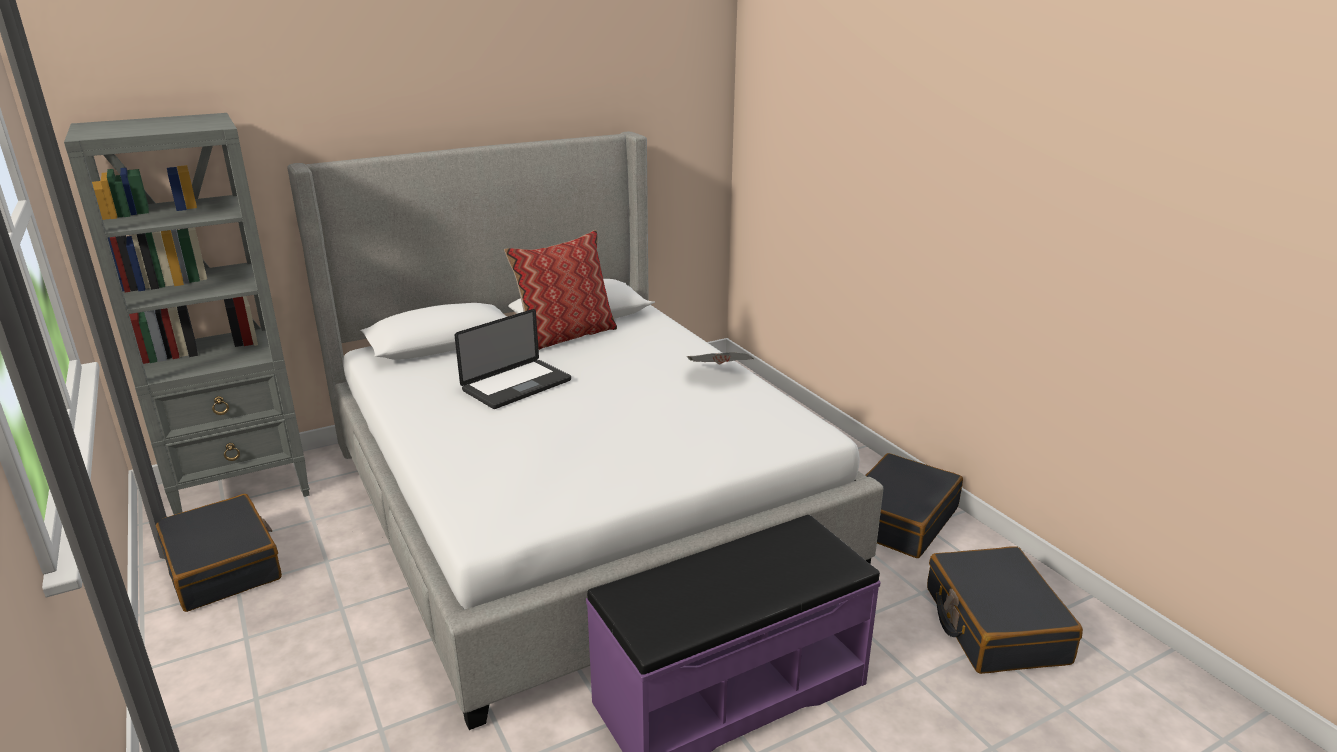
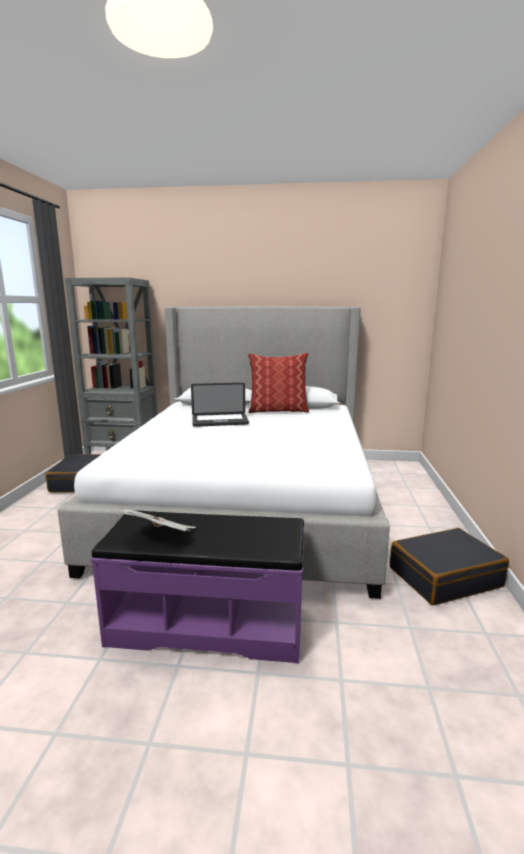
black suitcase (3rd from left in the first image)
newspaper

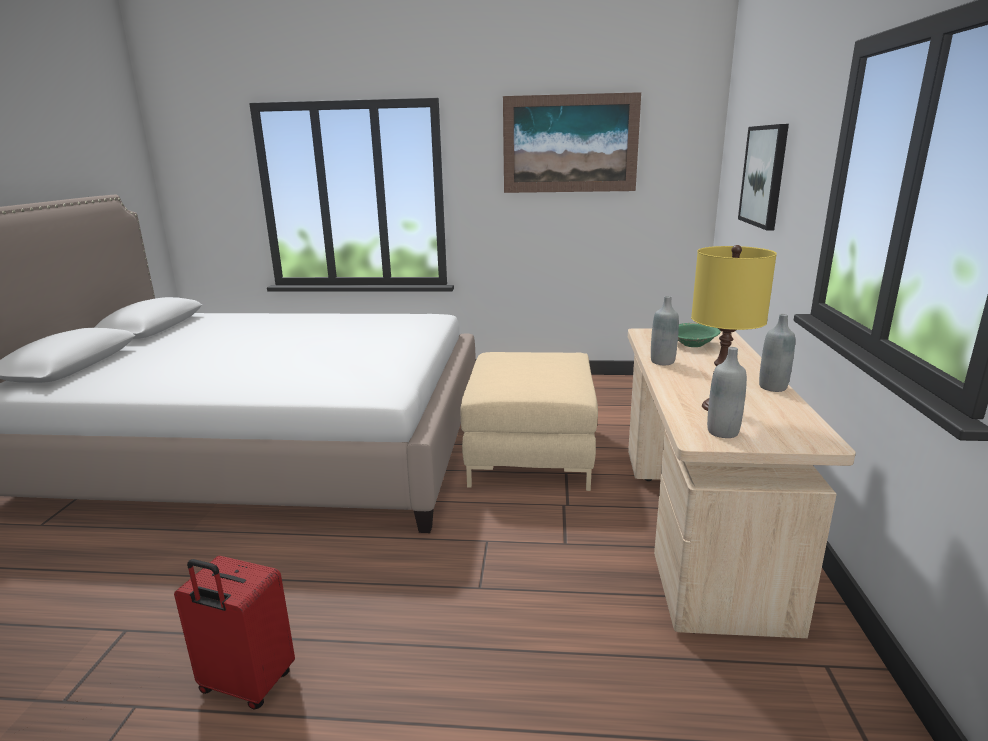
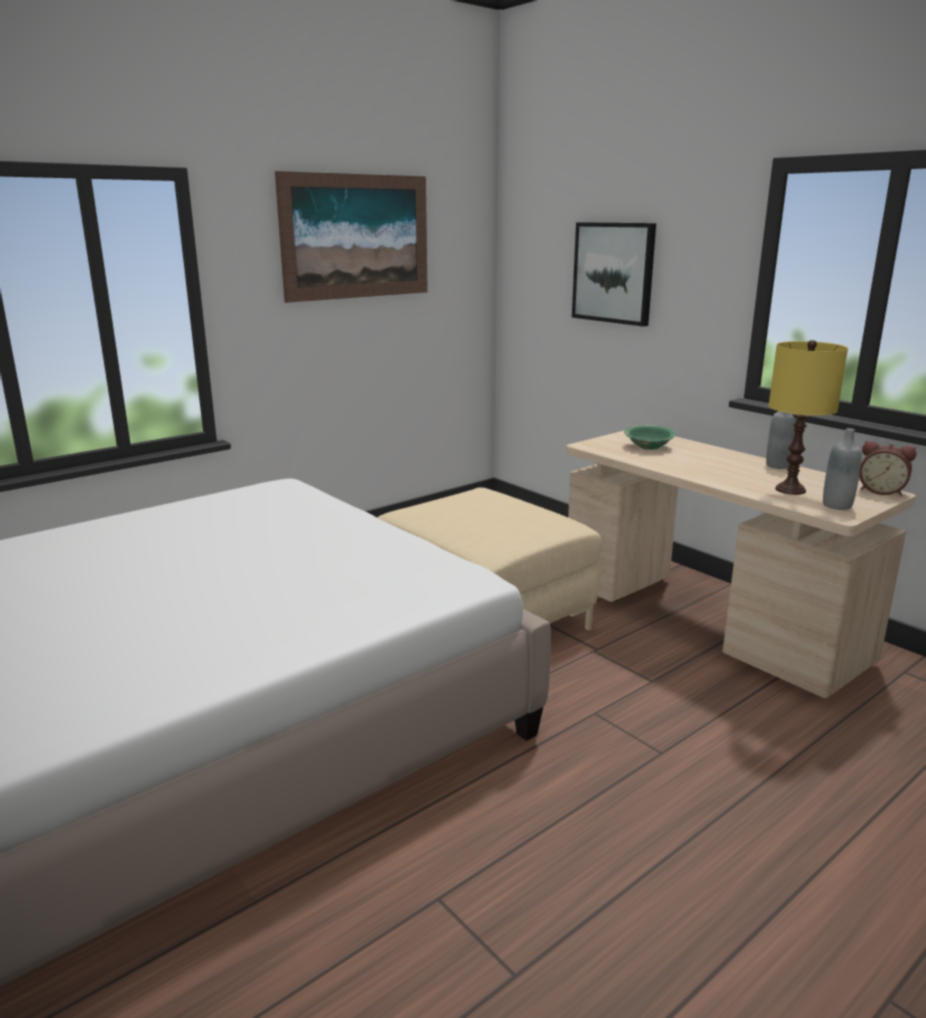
red suitcase
grey bottle (1st from left in the first image)
alarm clock

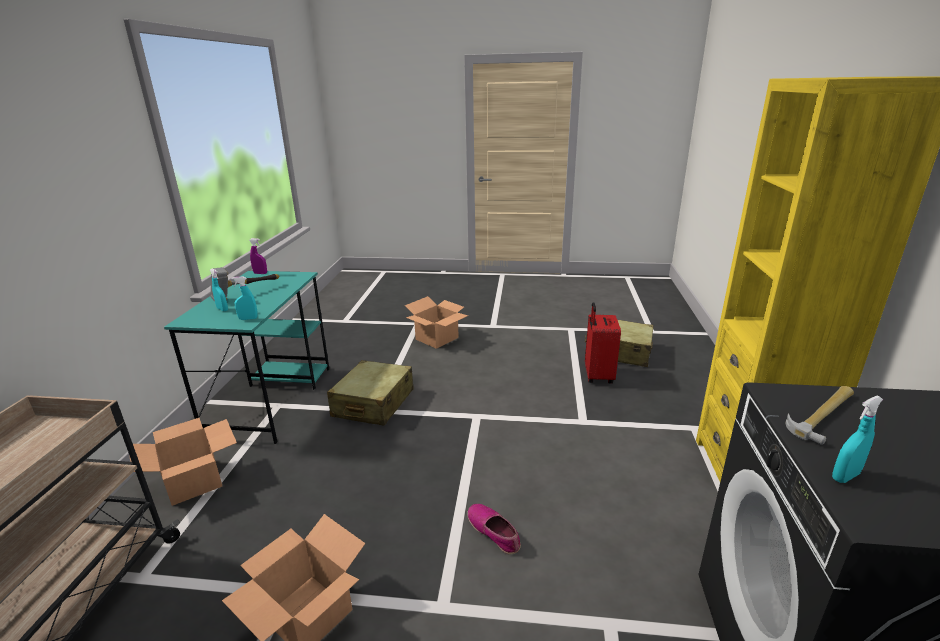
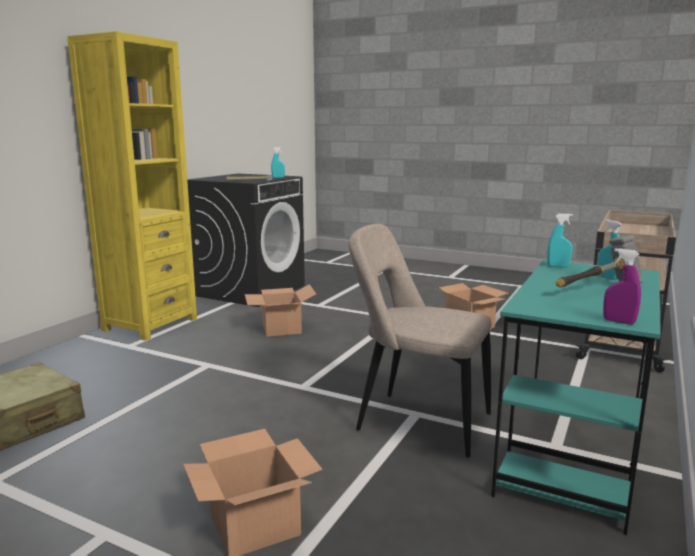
shoe
red suitcase
cardboard box (2nd from left)
beige chair

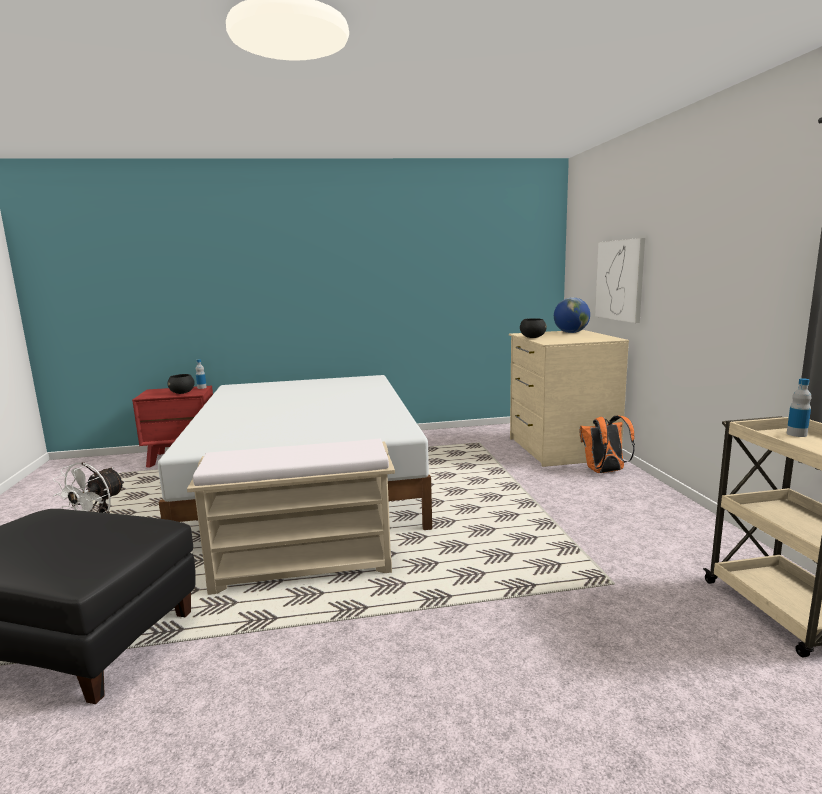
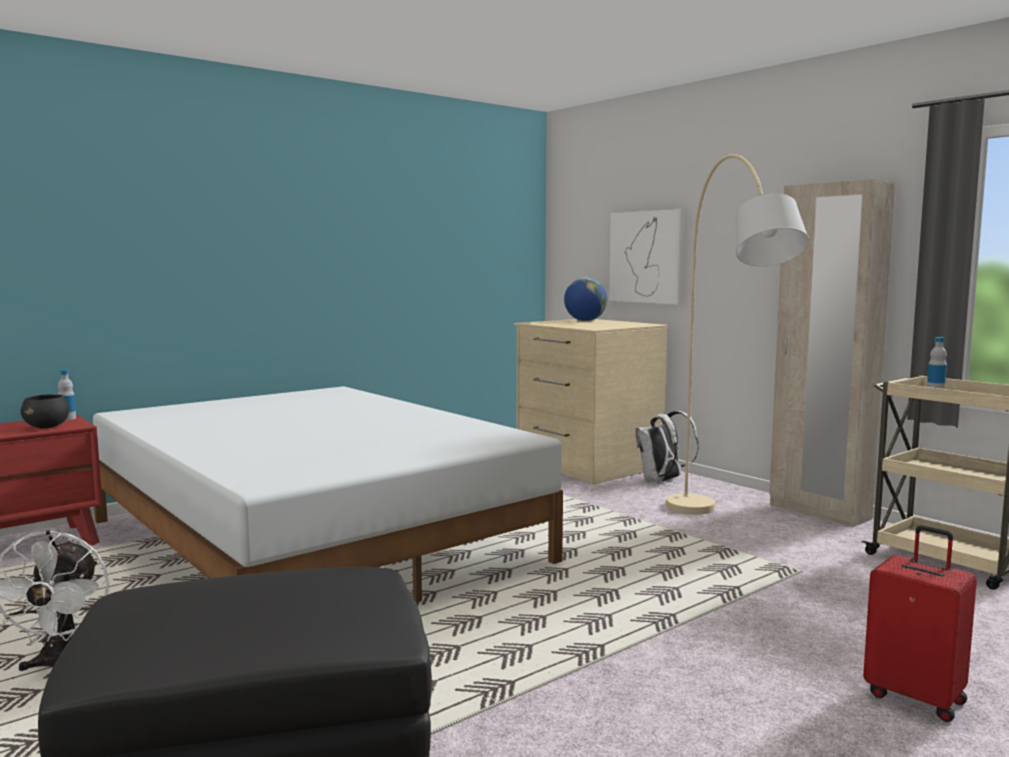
beige bench
black bowl (2nd from left in the first image)
beige floor lamp
beige wardrobe
red suitcase
white backpack

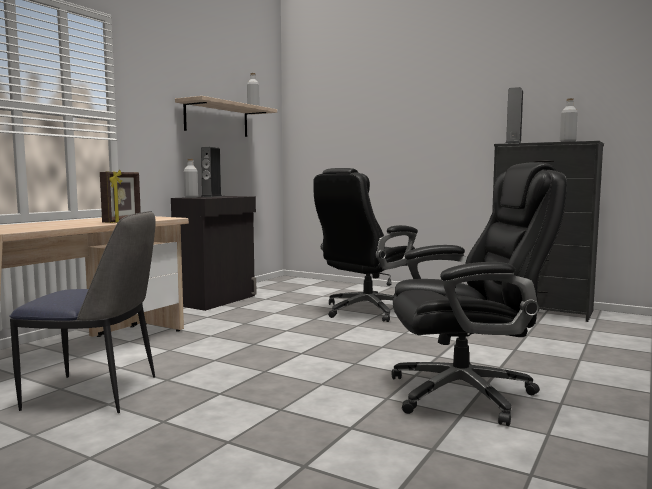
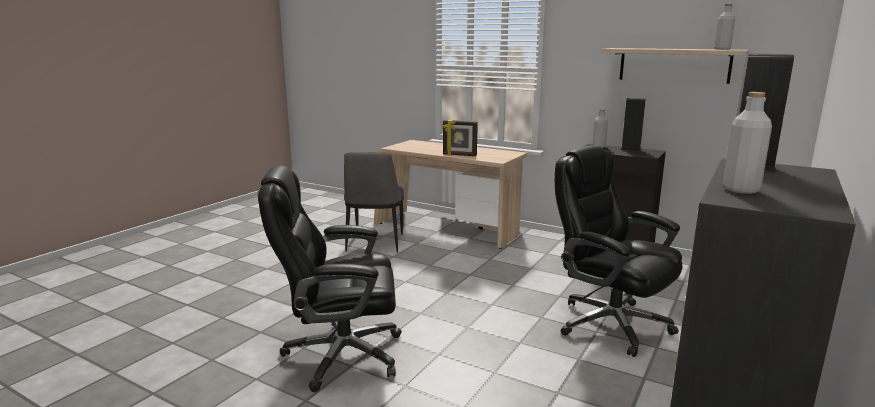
black office chair (1st from left)

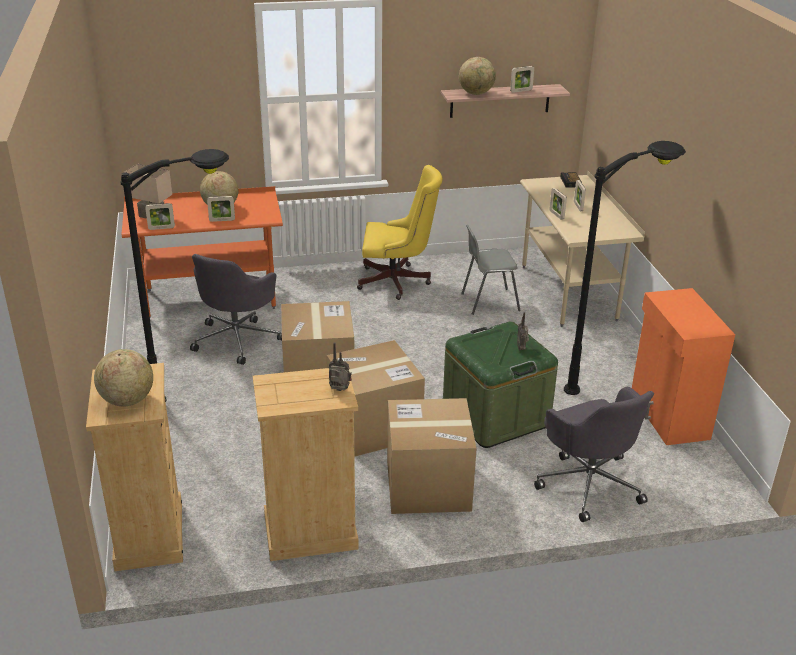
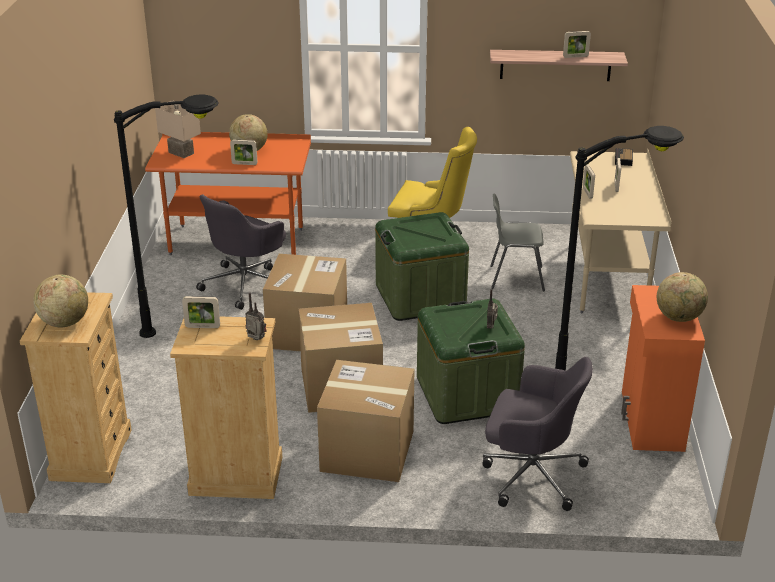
green storage box (1st from left)
picture frame (1st from left)
globe (3rd from left)
grey office chair (2nd from left)

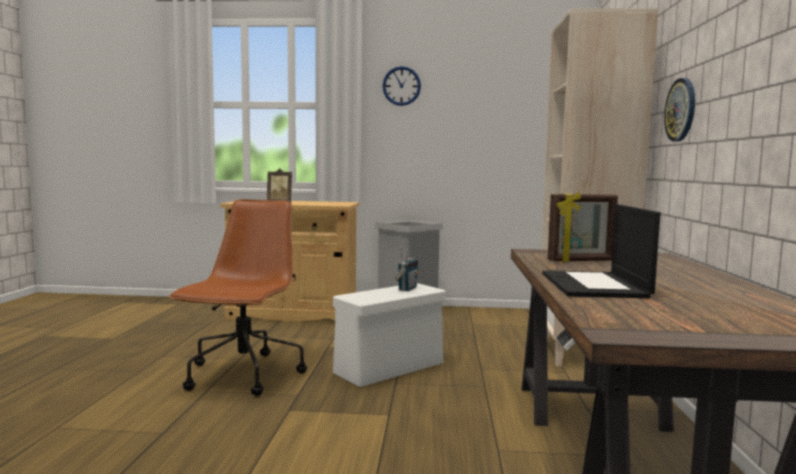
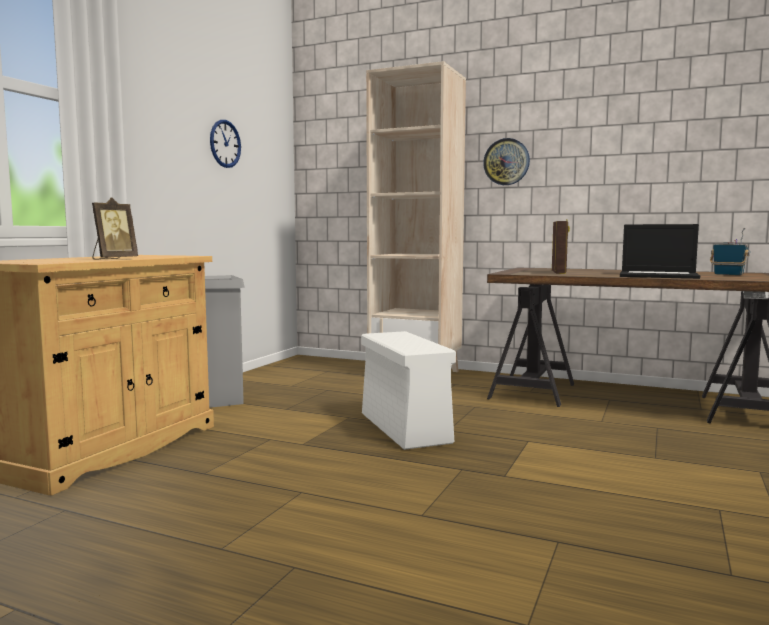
brown office chair
wall clock (1st from left)
radio

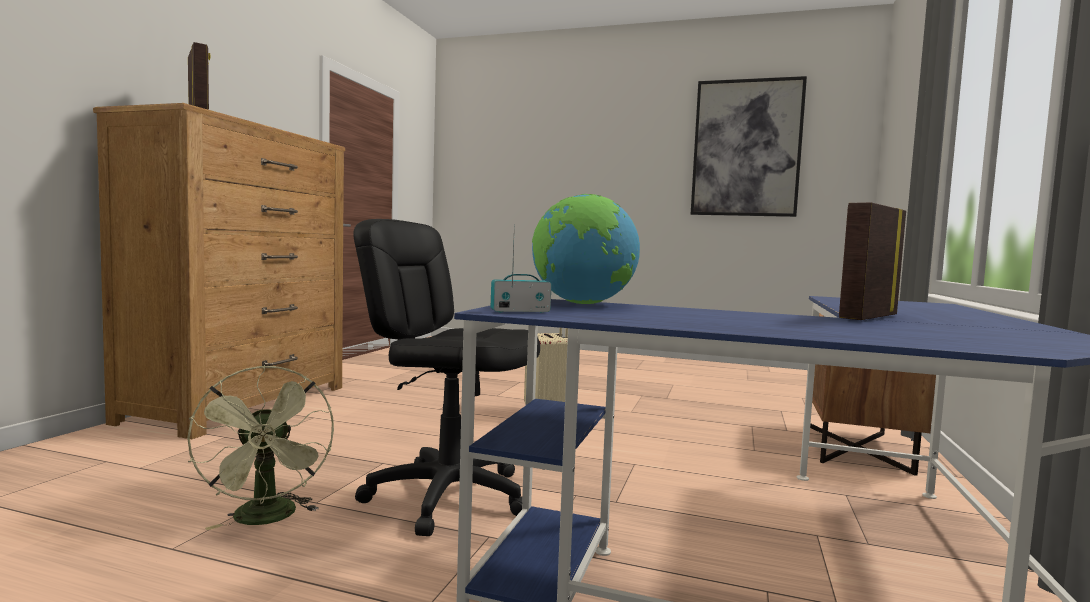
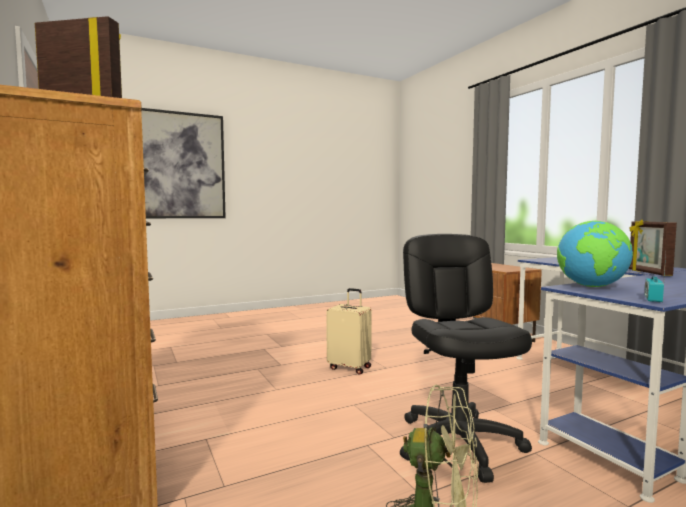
picture
black office chair

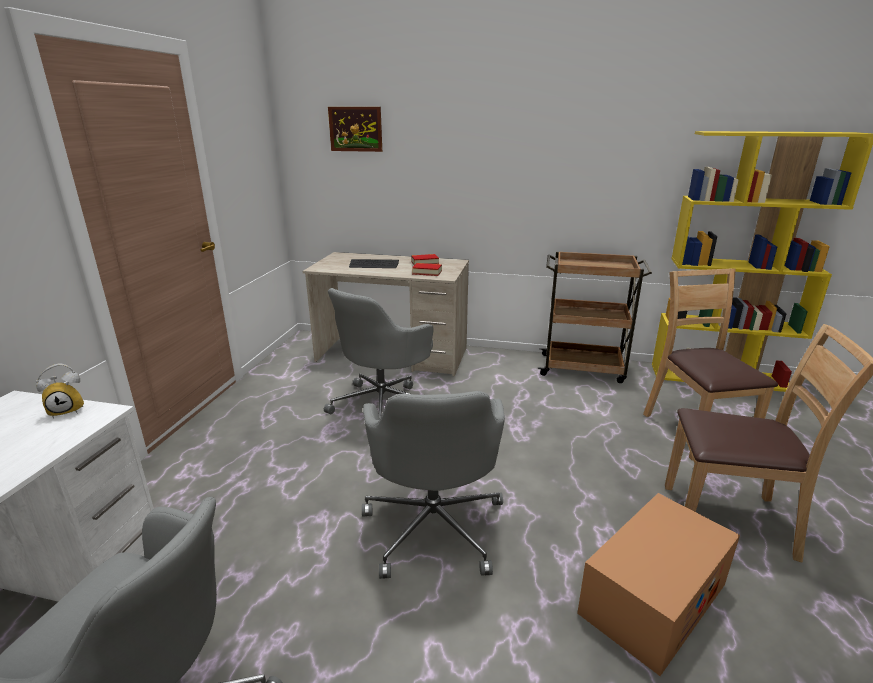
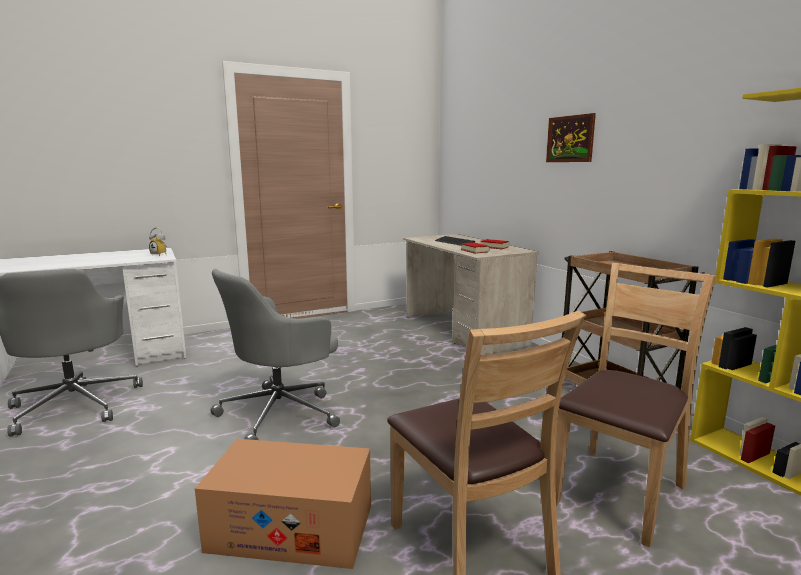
grey office chair (2nd from left in the first image)
picture

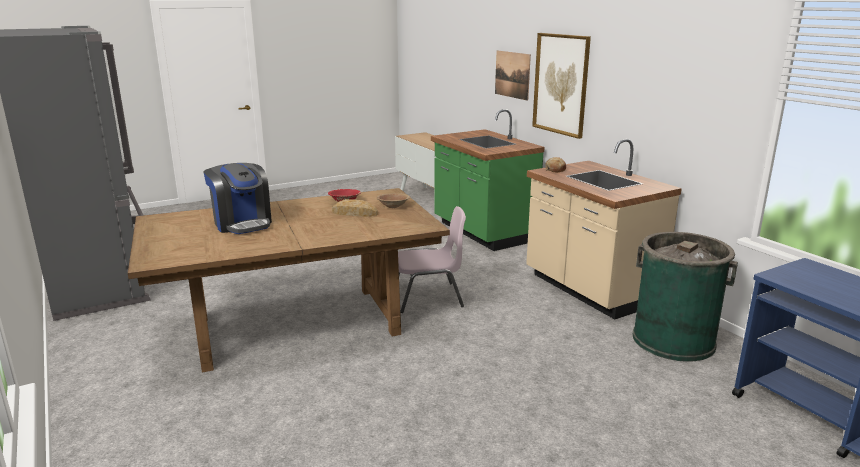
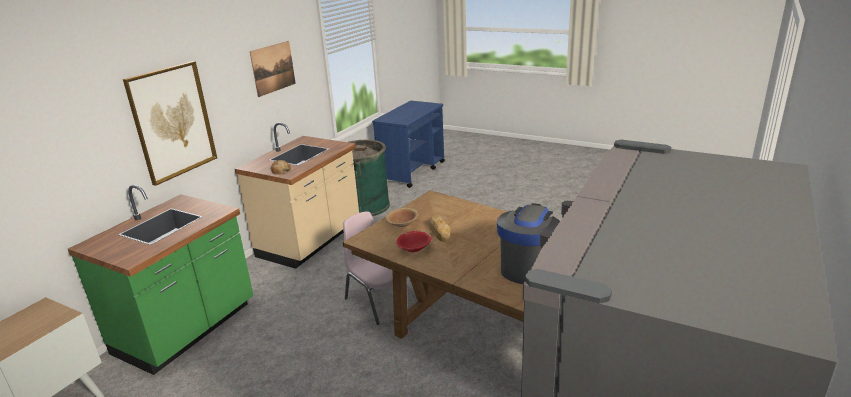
picture (2nd from left)

